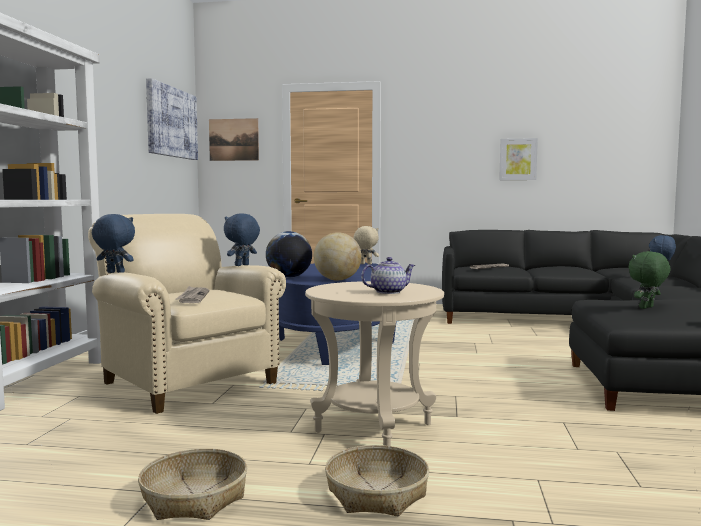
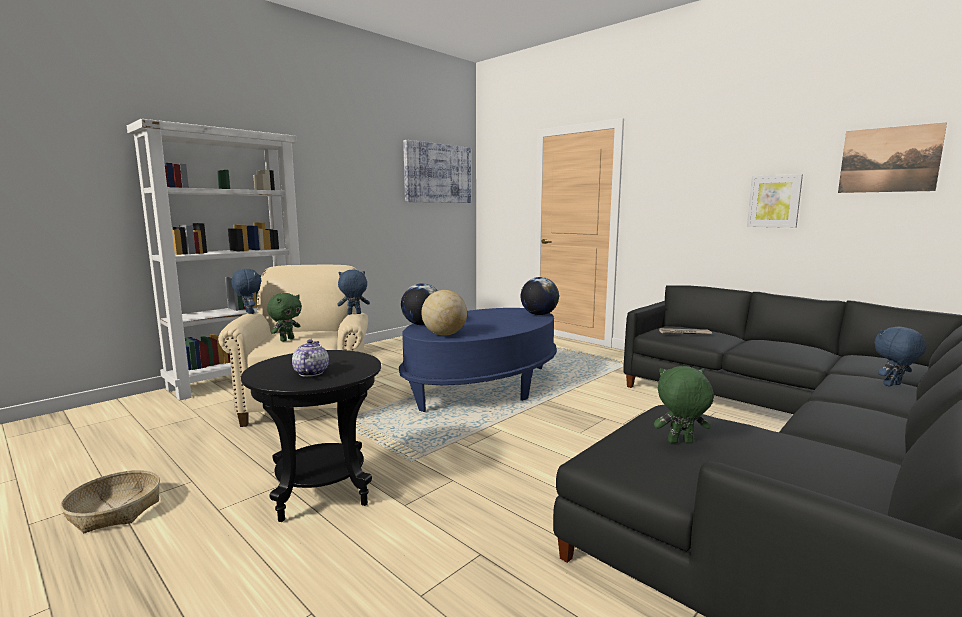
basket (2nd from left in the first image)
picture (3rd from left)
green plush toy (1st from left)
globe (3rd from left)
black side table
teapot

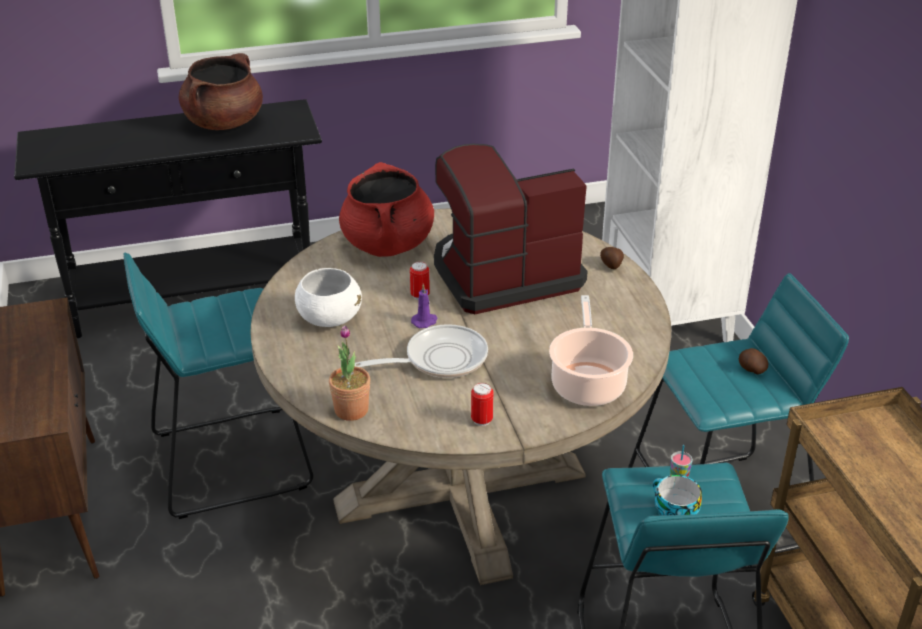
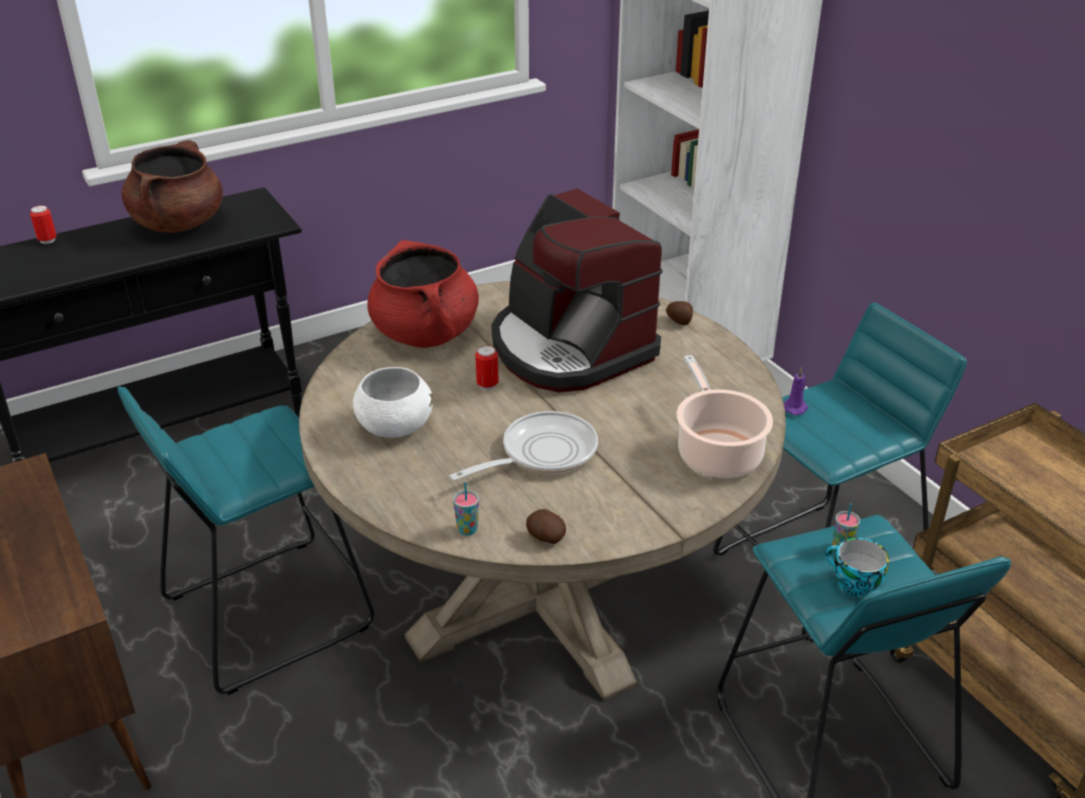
purple candle
can (1st from left)
potato (1st from left)
cup (1st from left)
coffee machine

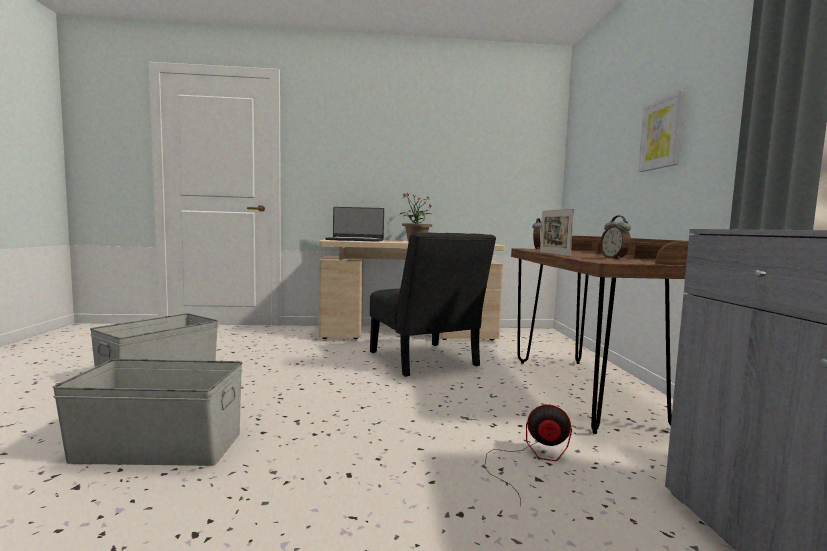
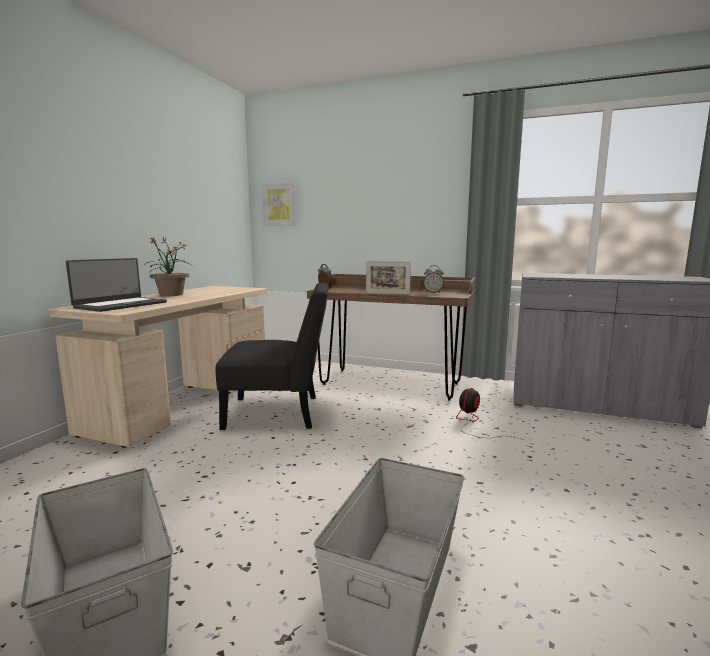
picture

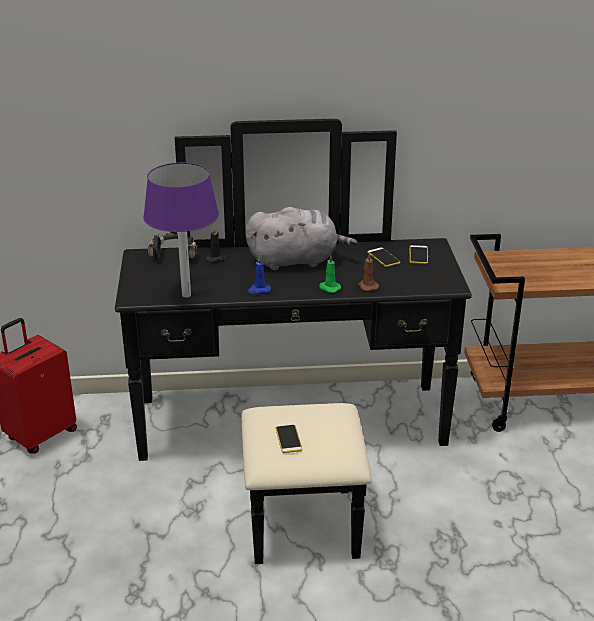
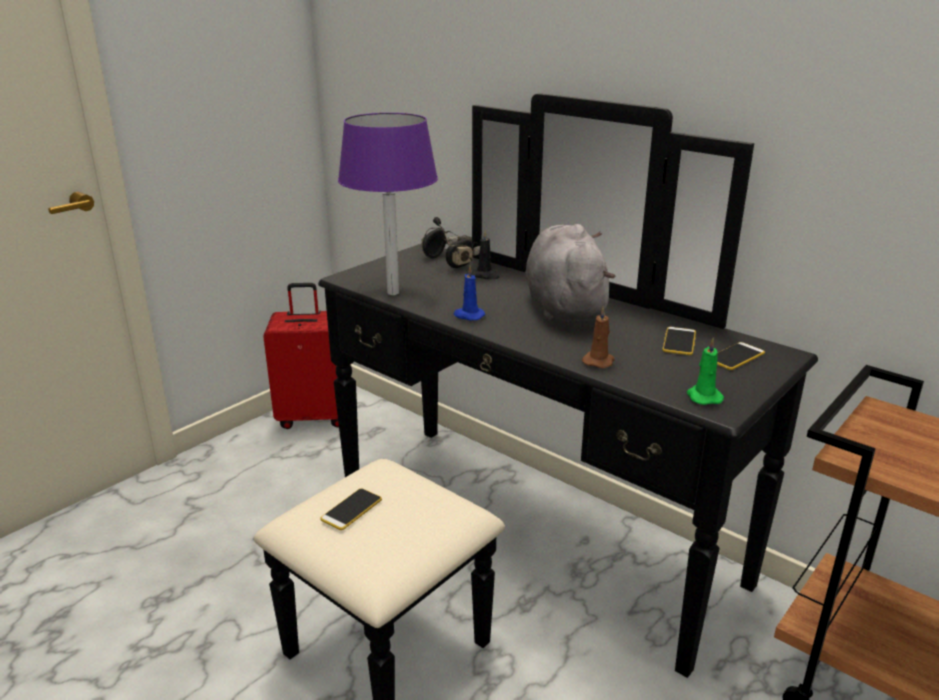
green candle
grey plush toy

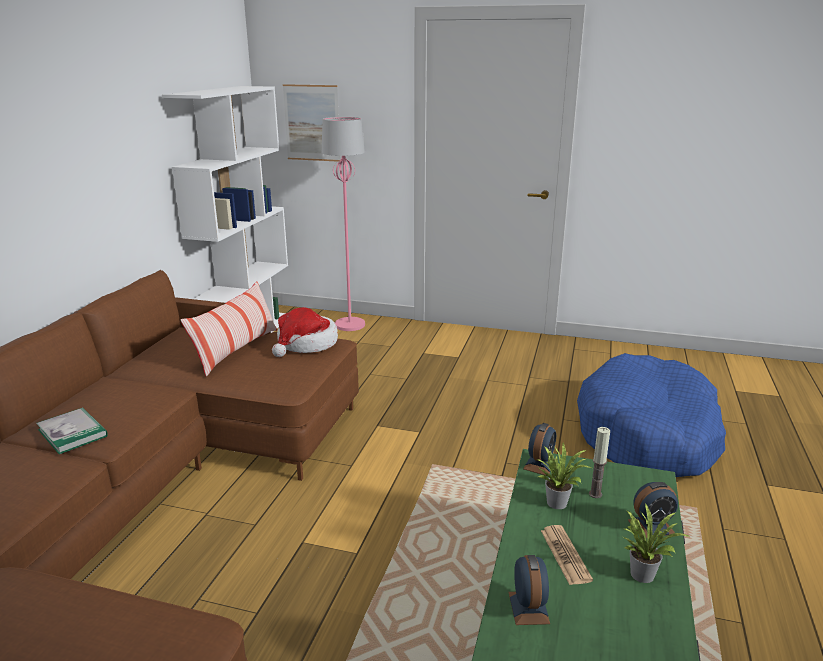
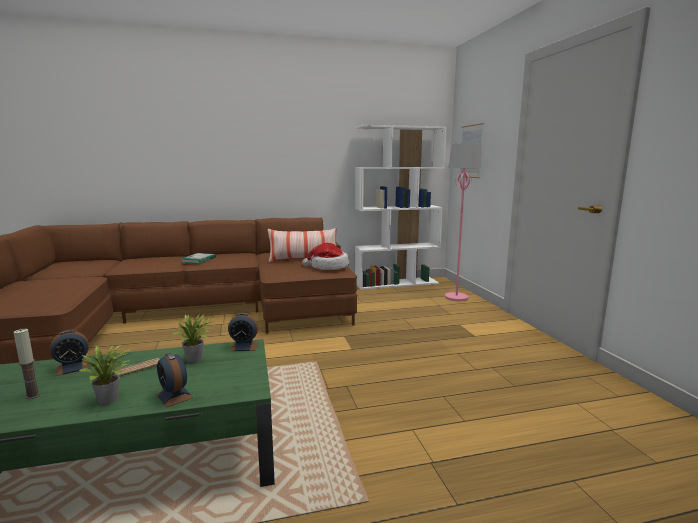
blue dog bed
candle

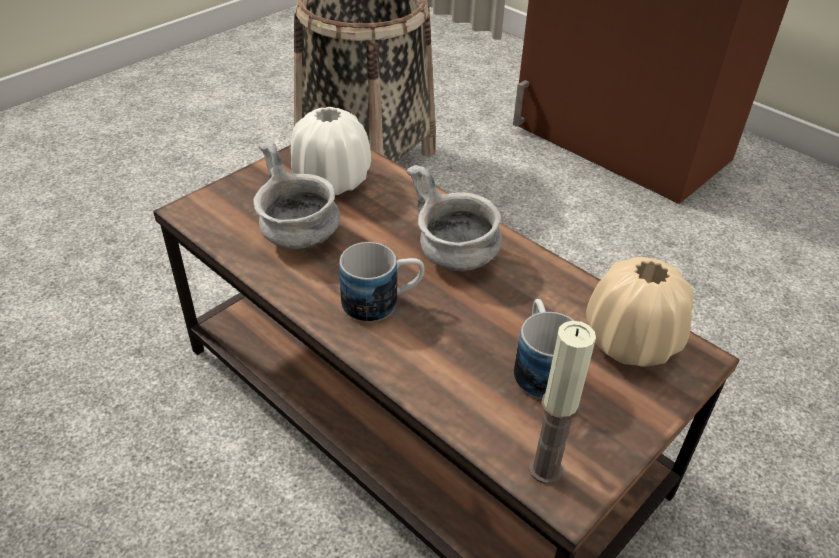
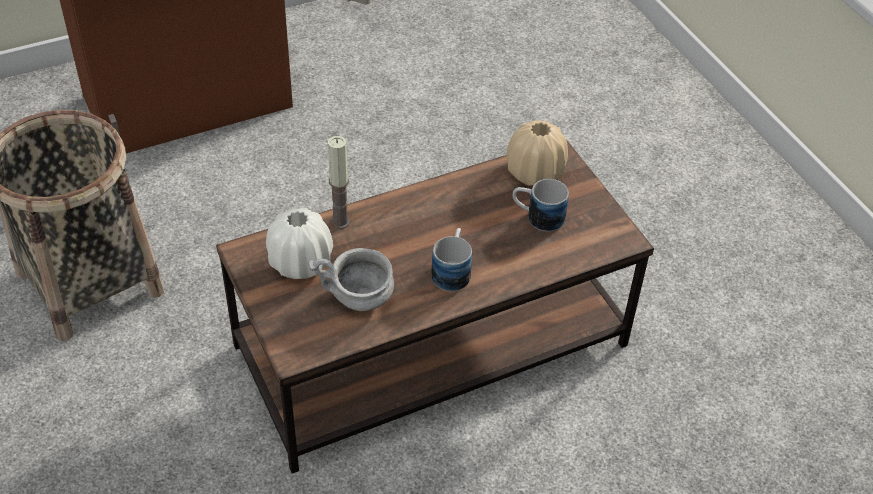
grey bowl (2nd from left in the first image)
candle

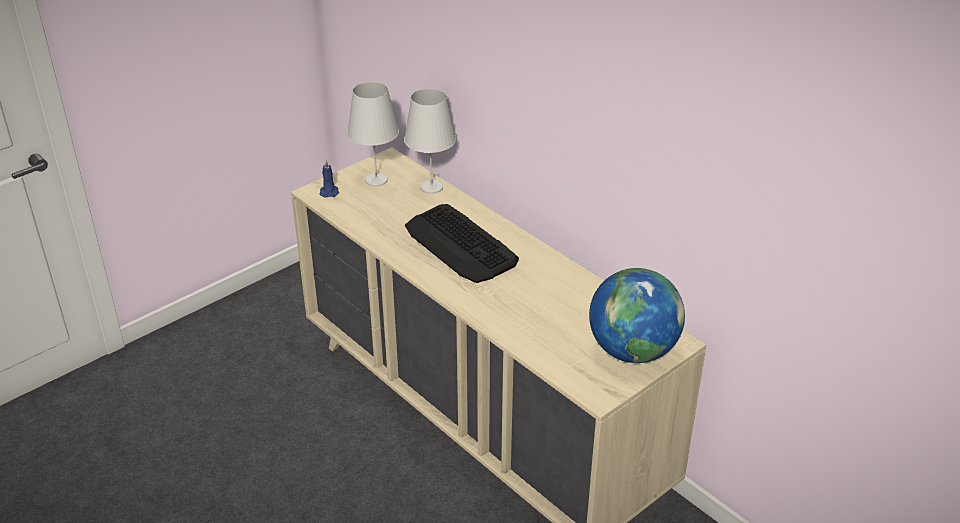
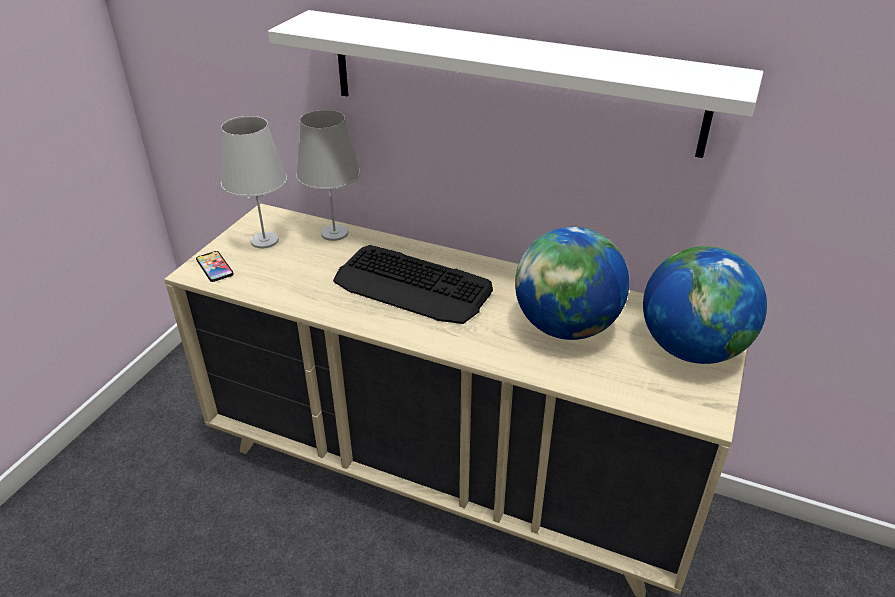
white shelf
globe (1st from left)
phone

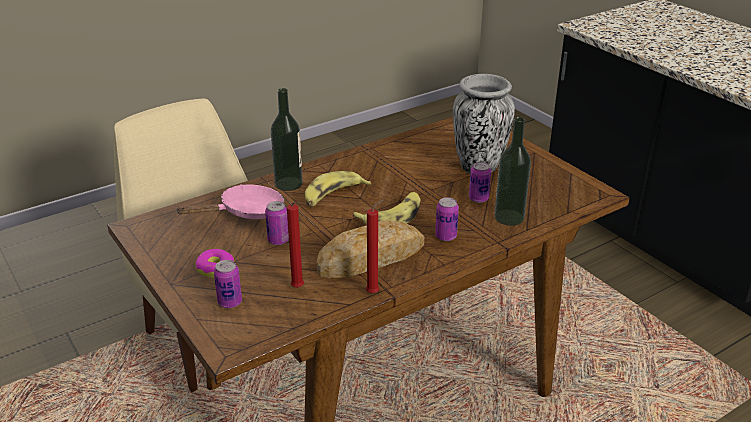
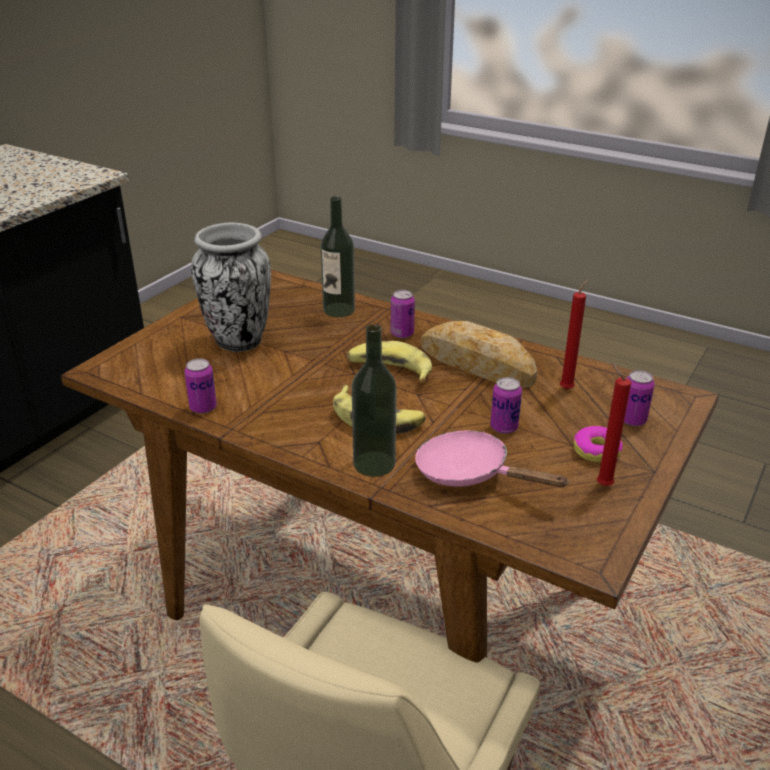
red candle (2nd from left)
can (1st from left)

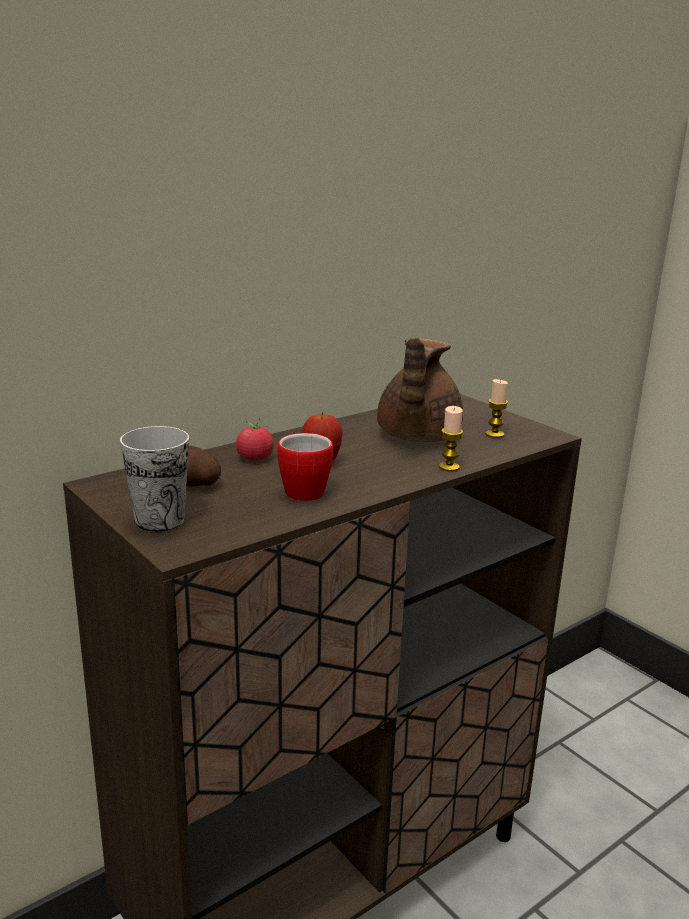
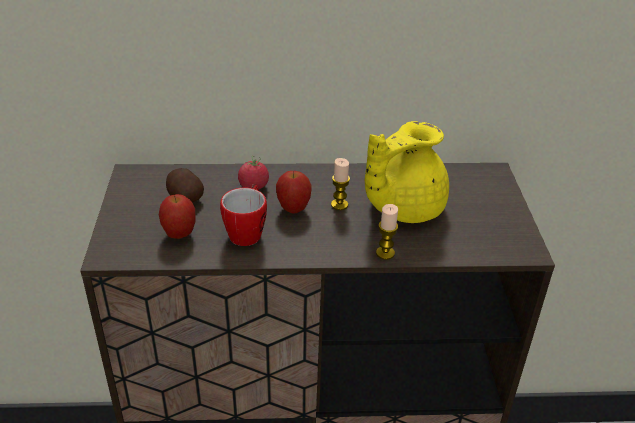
cup
apple (1st from left)
candle (1st from left)
yellow teapot

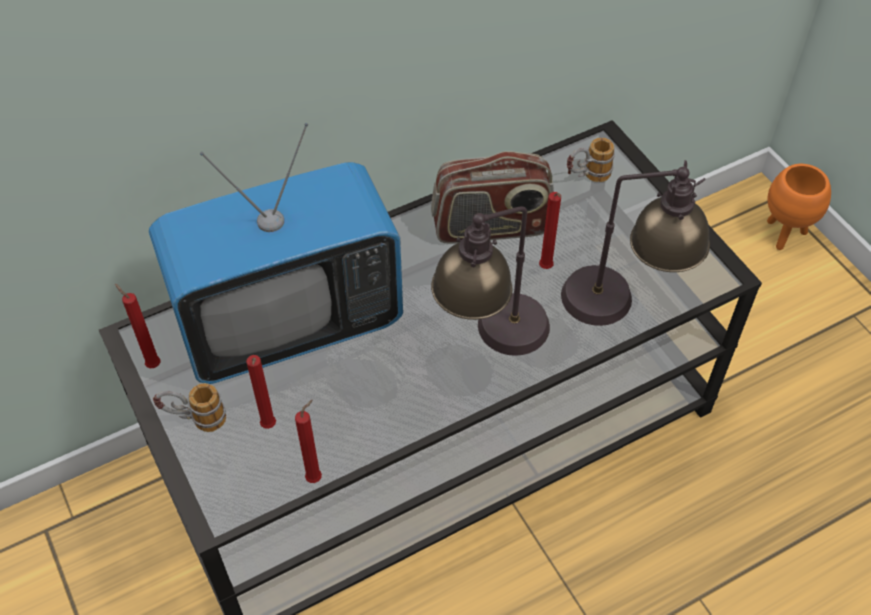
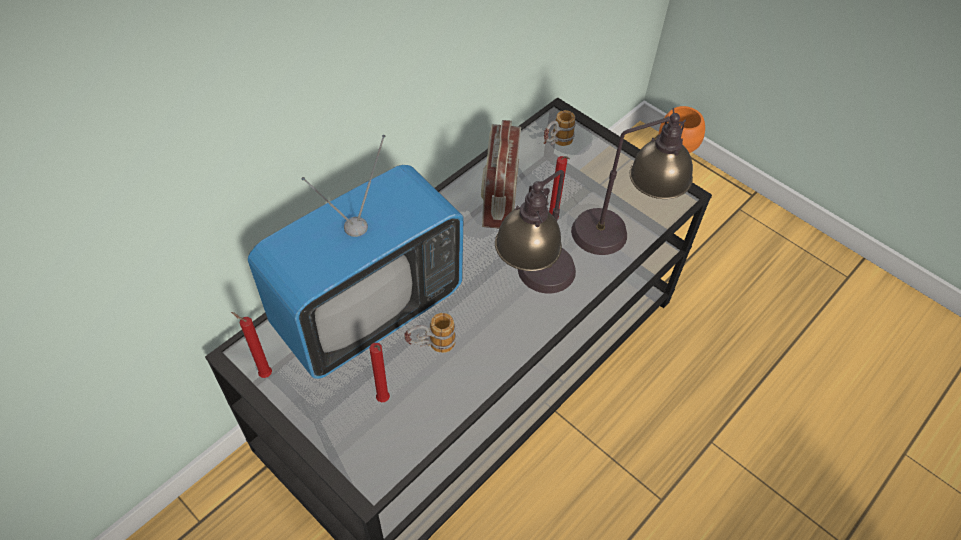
red candle (3rd from left in the first image)
mug (1st from left)
radio

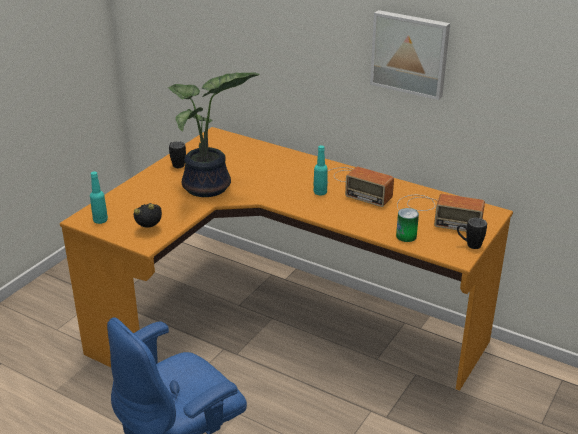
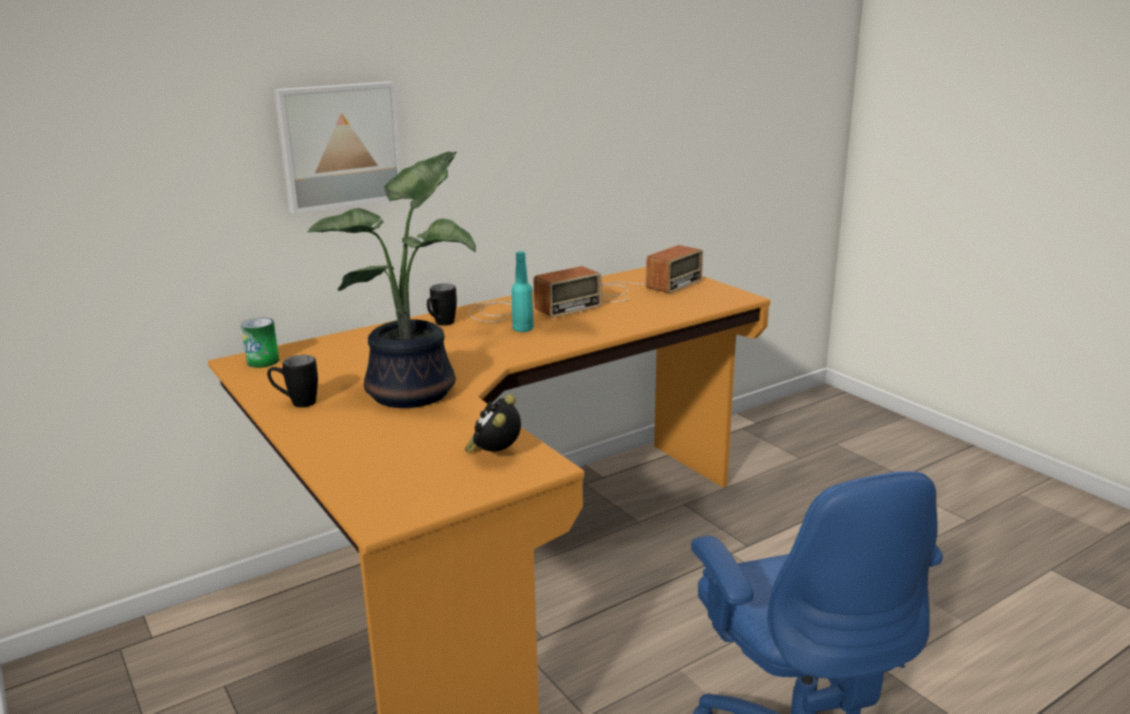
turquoise bottle (1st from left in the first image)
picture
can
black mug (2nd from left)

